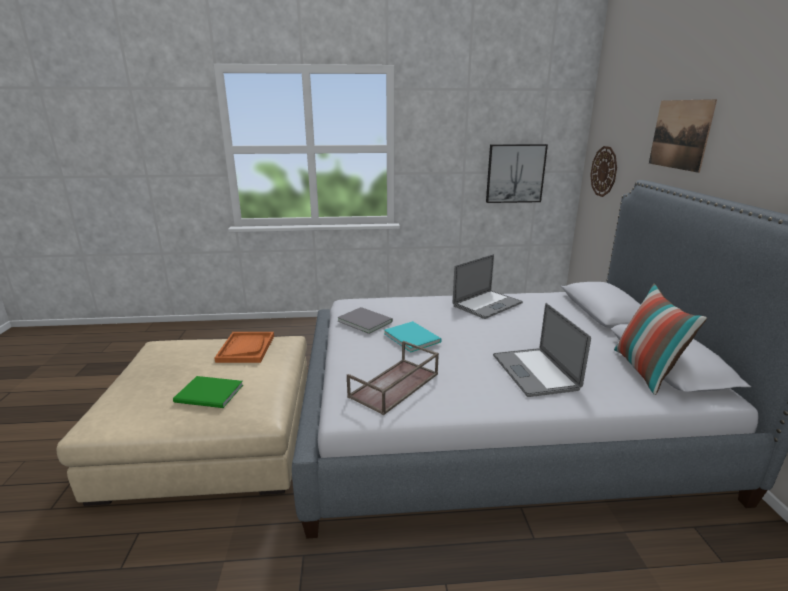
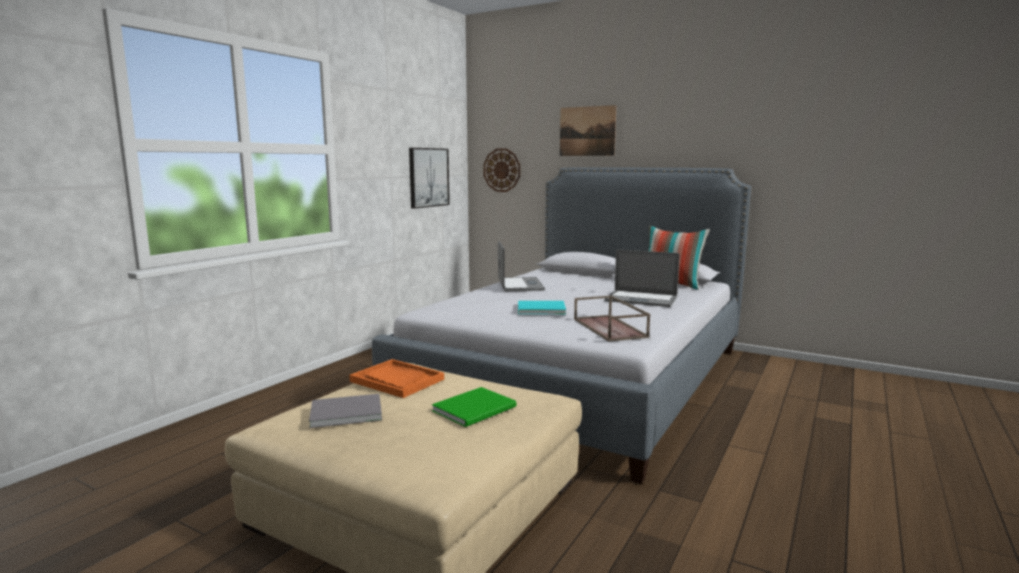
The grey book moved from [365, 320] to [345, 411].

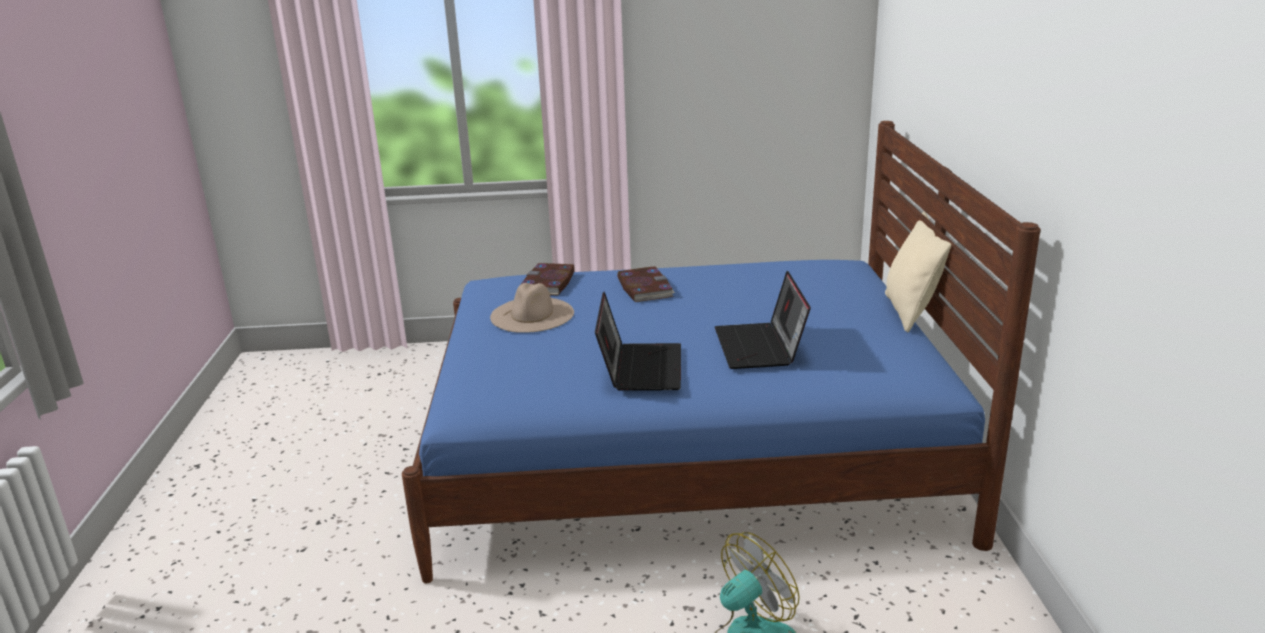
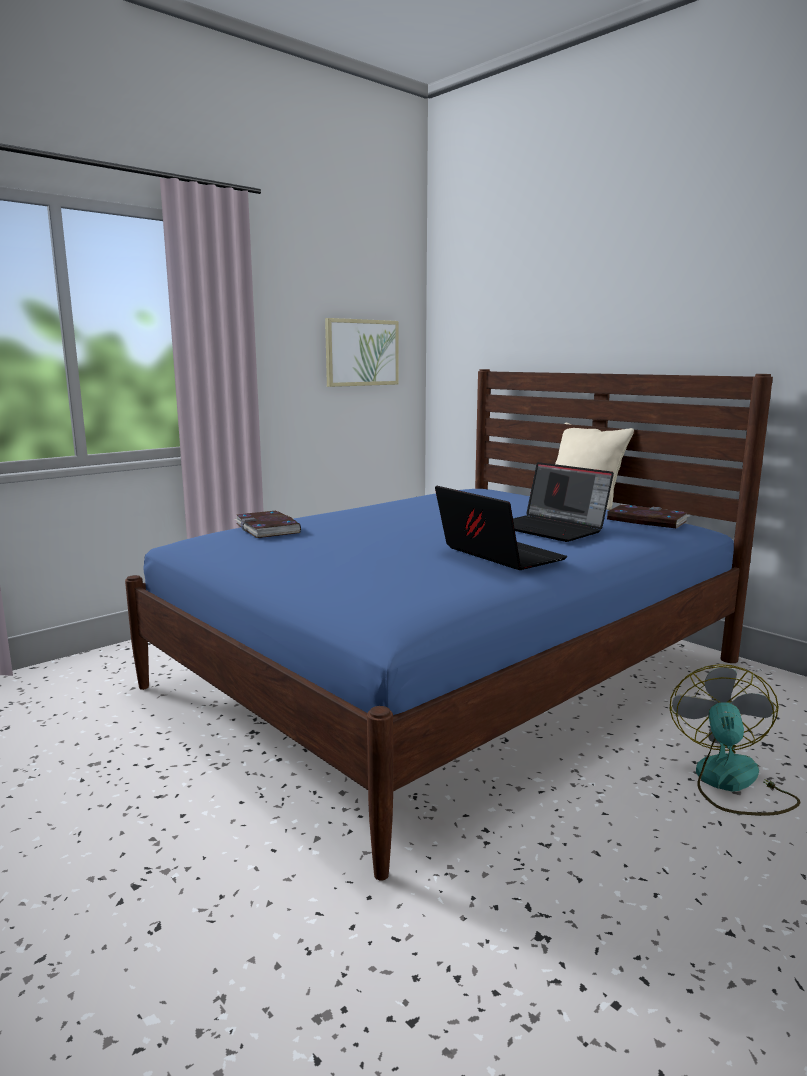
The book moved from [646, 284] to [648, 516]. The beige hat at [532, 308] disappeared. The picture at [362, 352] appeared.

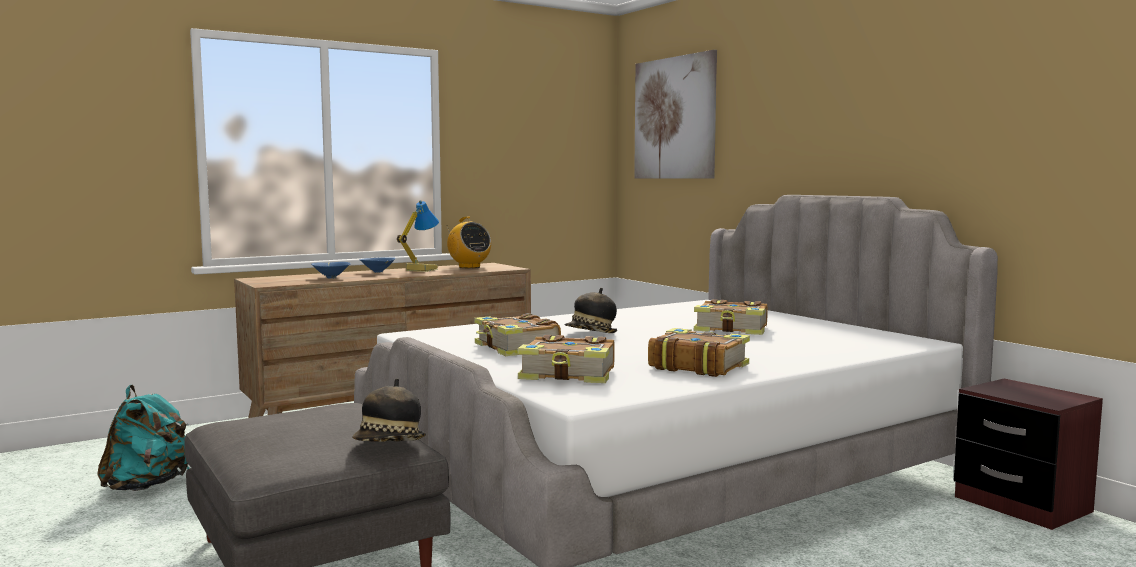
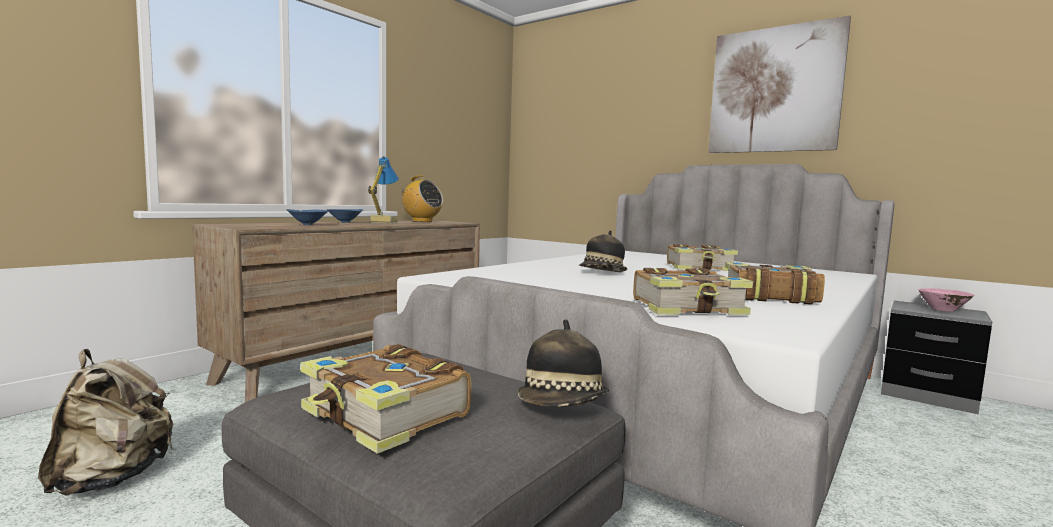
The picture moved from [675, 114] to [779, 84]. The book moved from [517, 334] to [385, 399]. The brown nightstand at [1028, 454] became the grey nightstand at [936, 357]. The turquoise backpack at [143, 438] became the beige backpack at [105, 422]. The pink bowl at [946, 300] appeared.

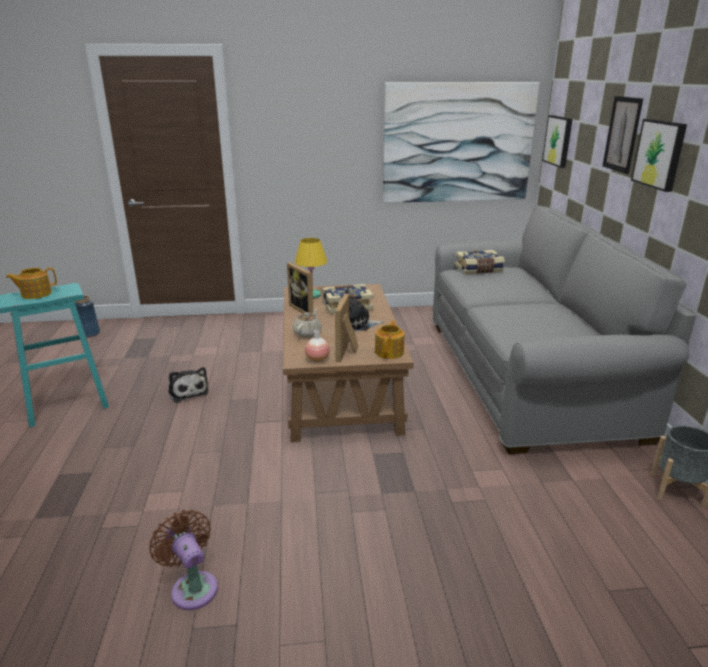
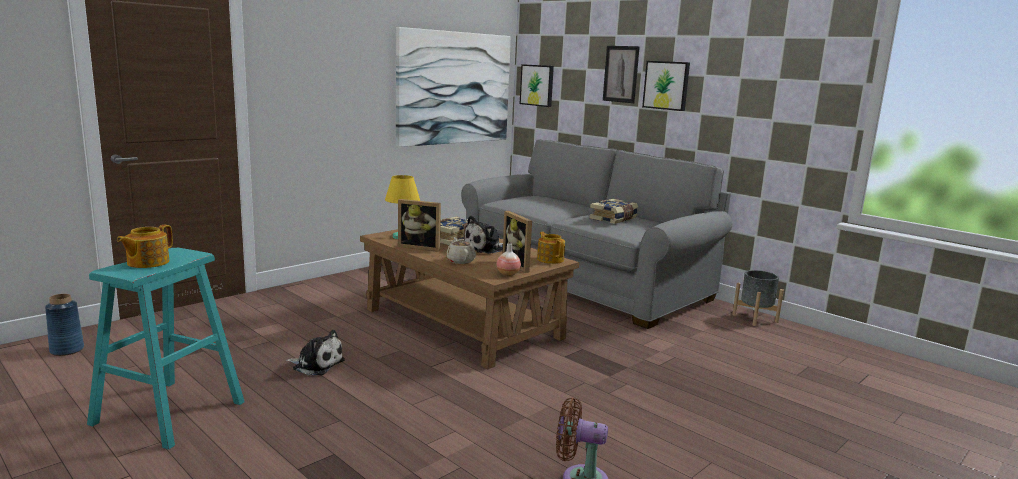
The book moved from [480, 262] to [613, 211].

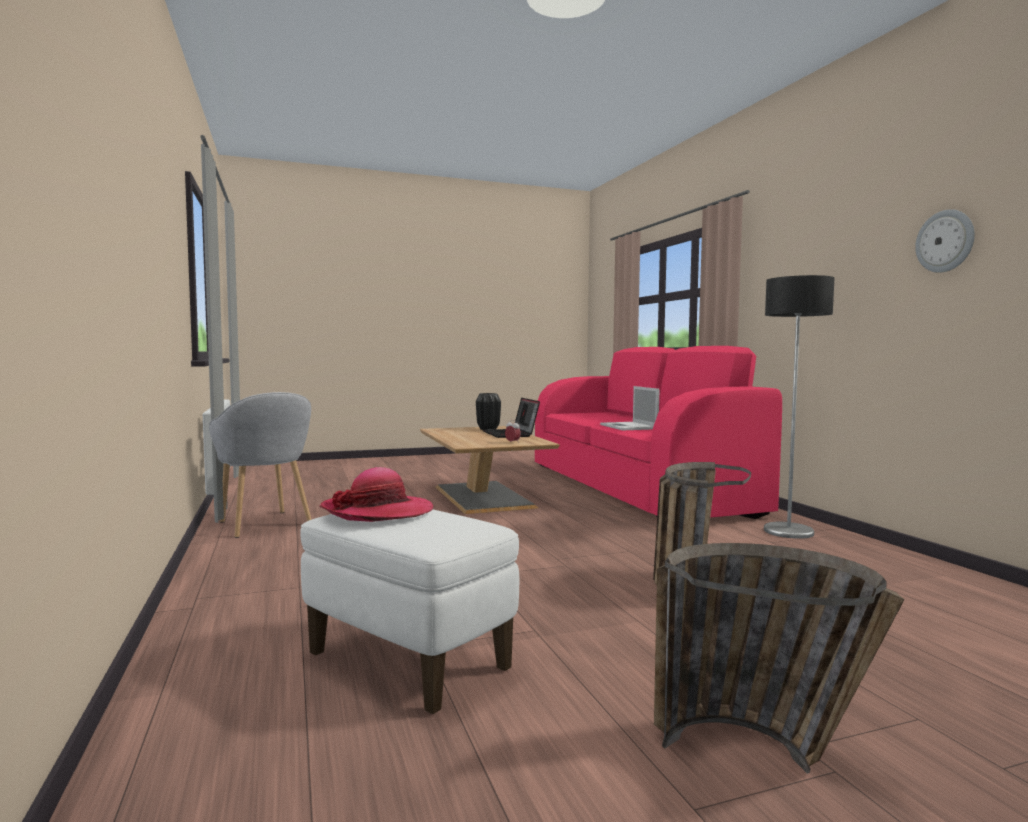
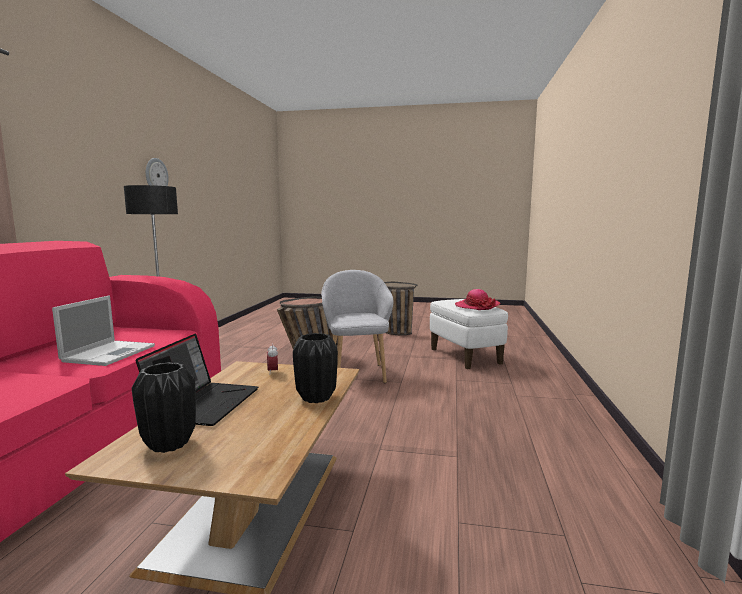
The grey armchair moved from [260, 465] to [357, 326]. The black vase at [315, 368] appeared.

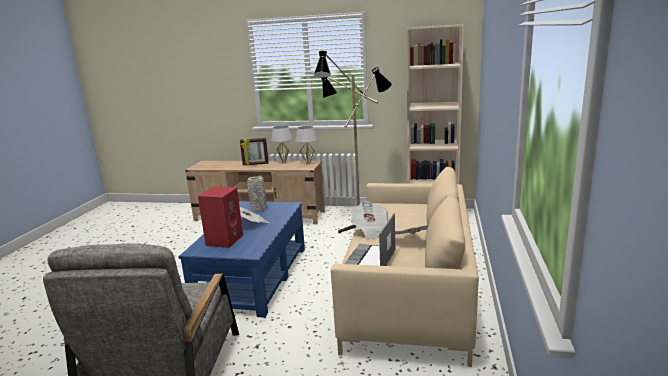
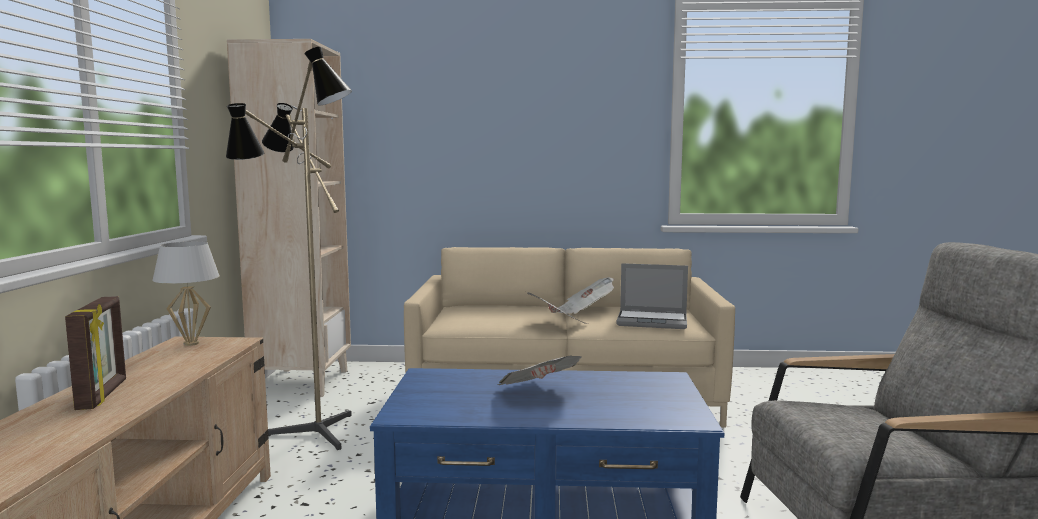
The white table lamp at [282, 144] disappeared. The grey vase at [257, 194] disappeared. The red speaker at [220, 217] disappeared.

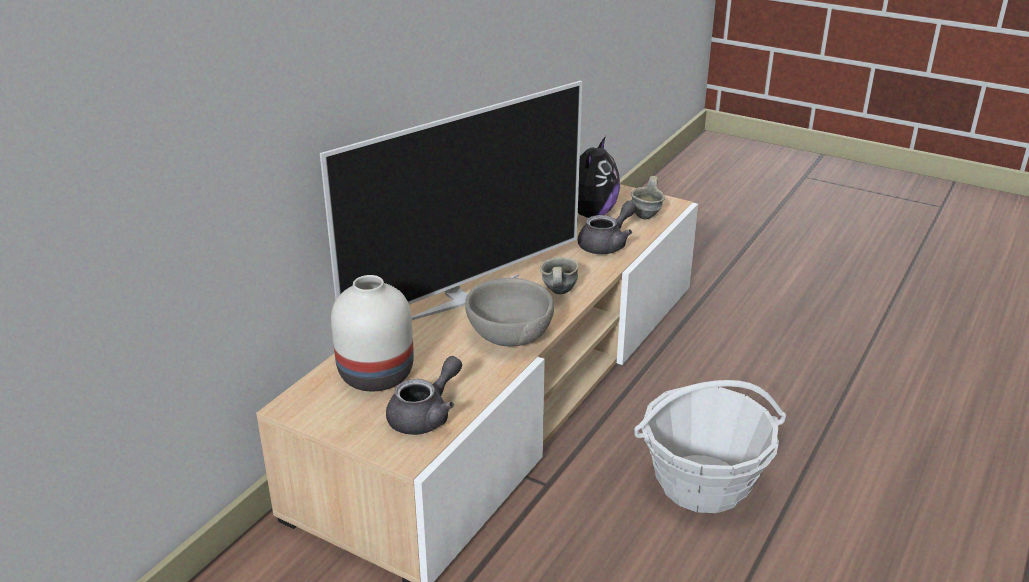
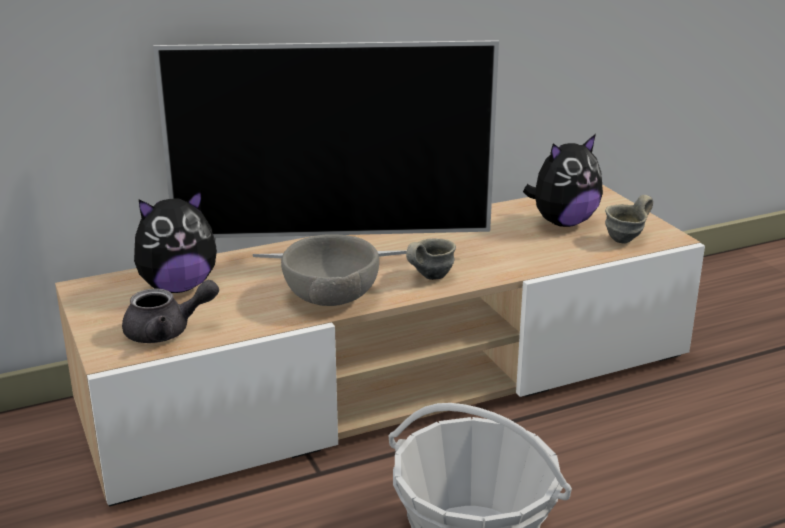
The grey teapot at [607, 227] disappeared. The white vase at [372, 333] was replaced by the plush toy at [175, 241].

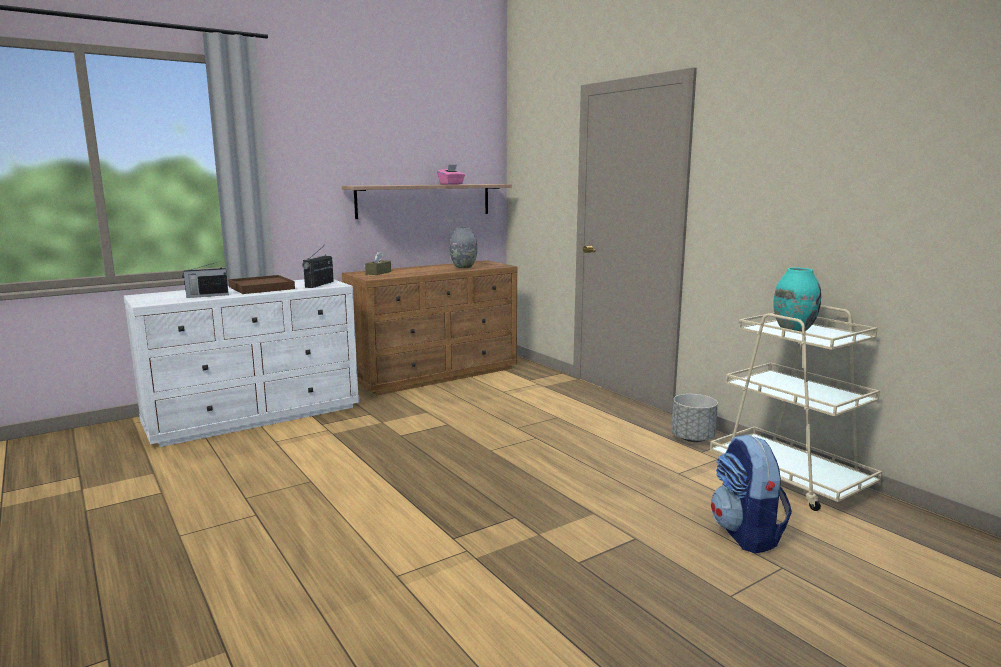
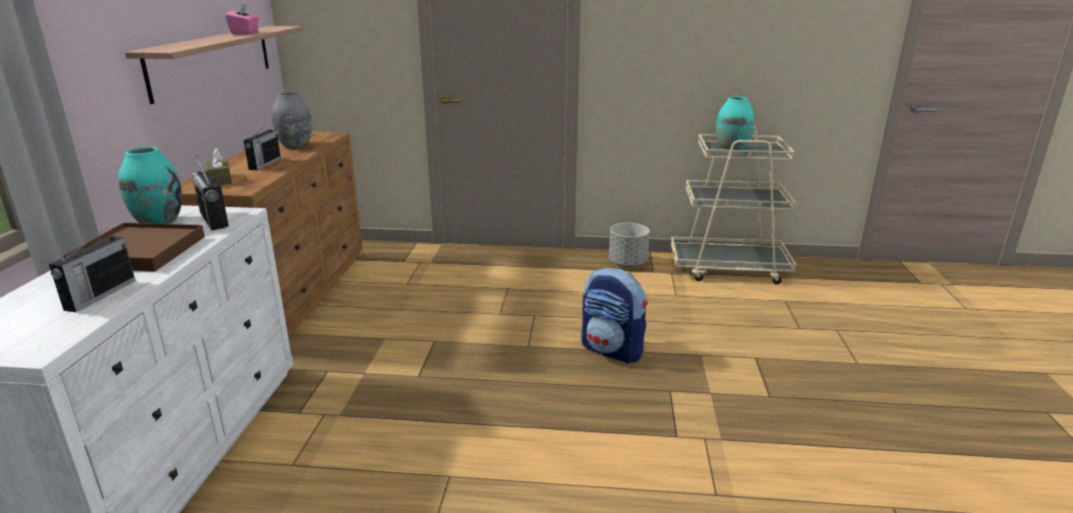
The backpack moved from [751, 493] to [614, 316]. The radio at [262, 146] appeared. The turquoise vase at [150, 185] appeared.

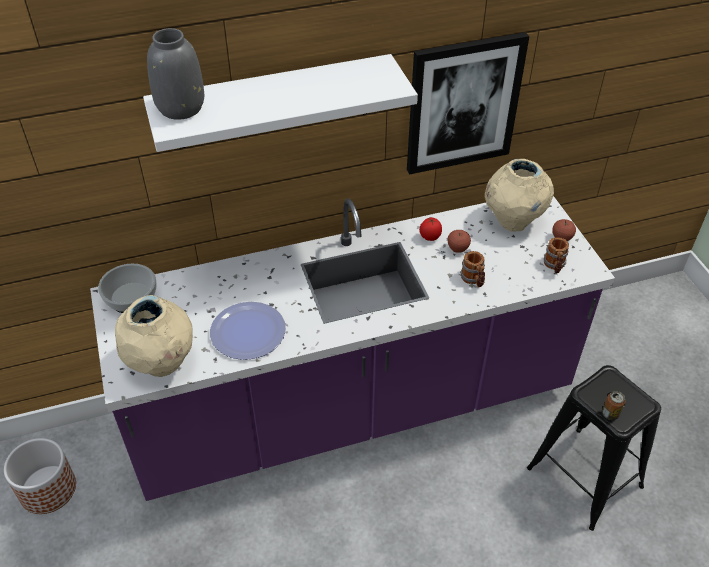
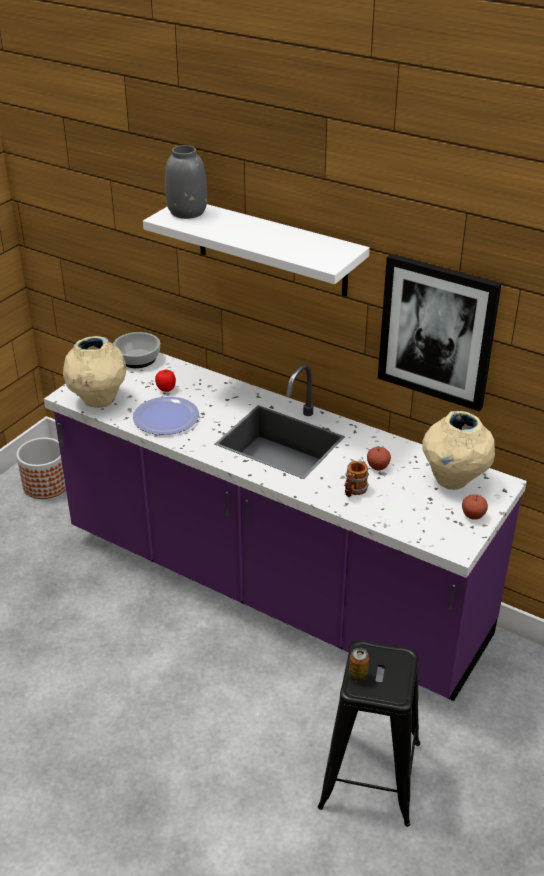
The tomato moved from [430, 229] to [165, 381]. The mug at [556, 255] disappeared.

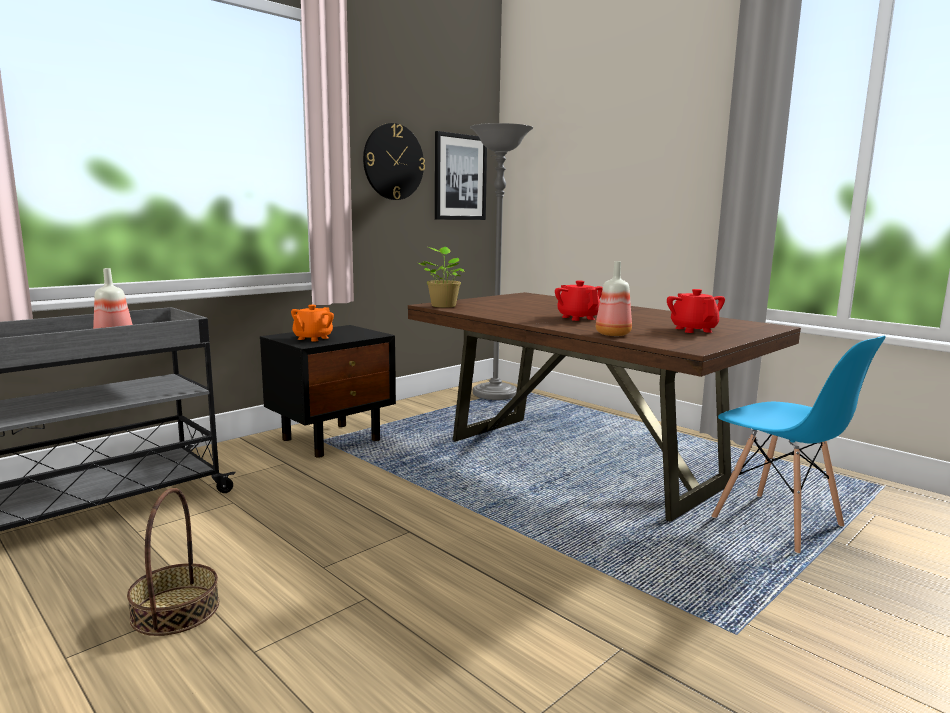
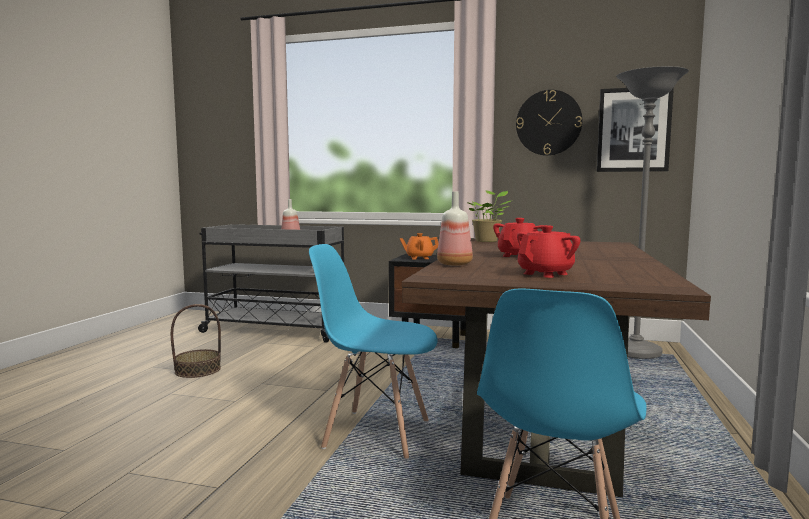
The blue chair at [373, 351] appeared.

